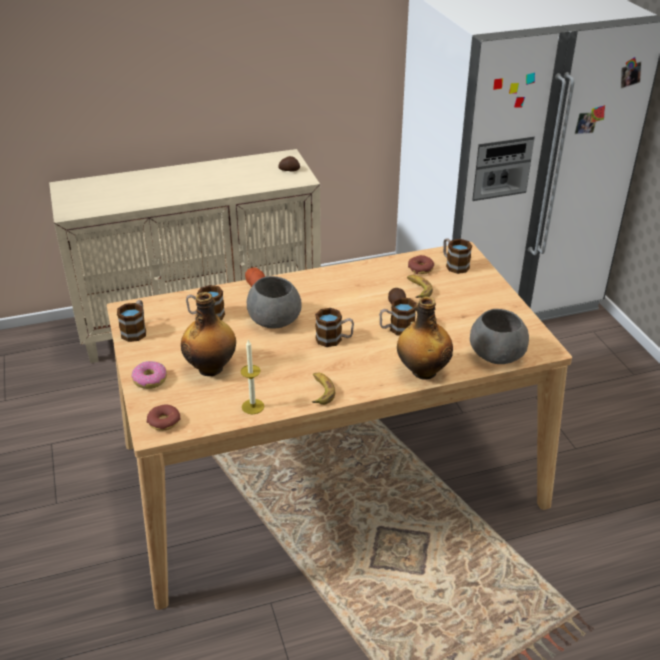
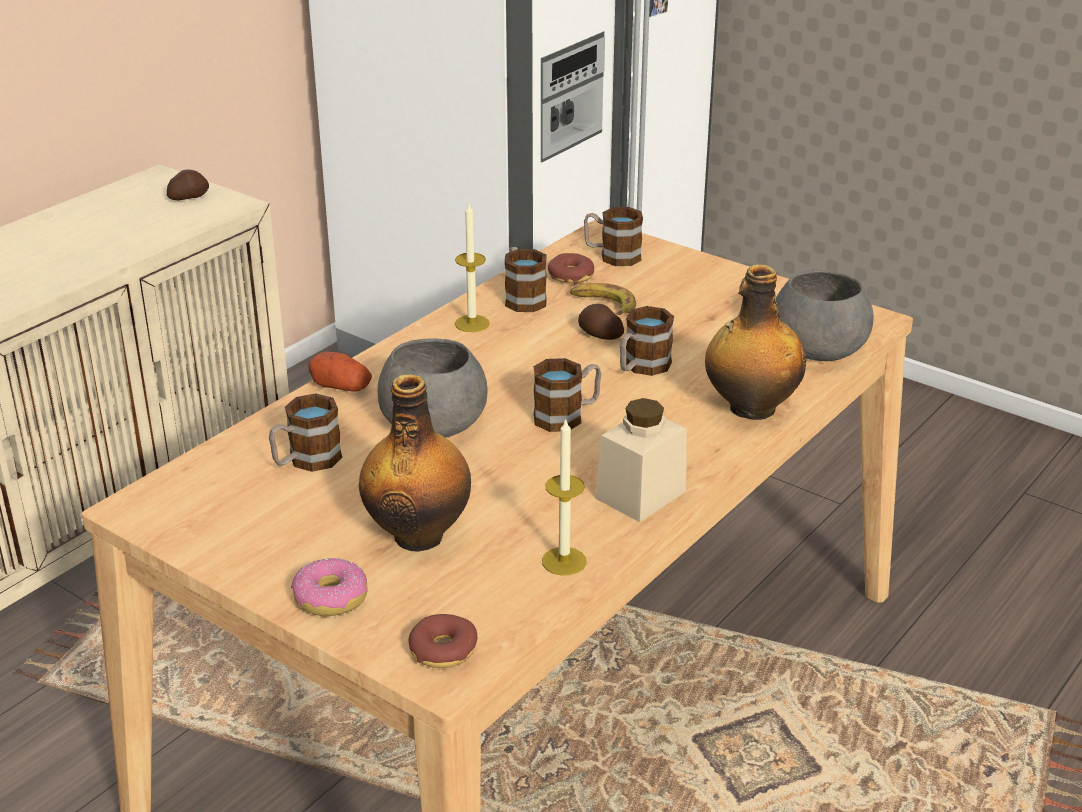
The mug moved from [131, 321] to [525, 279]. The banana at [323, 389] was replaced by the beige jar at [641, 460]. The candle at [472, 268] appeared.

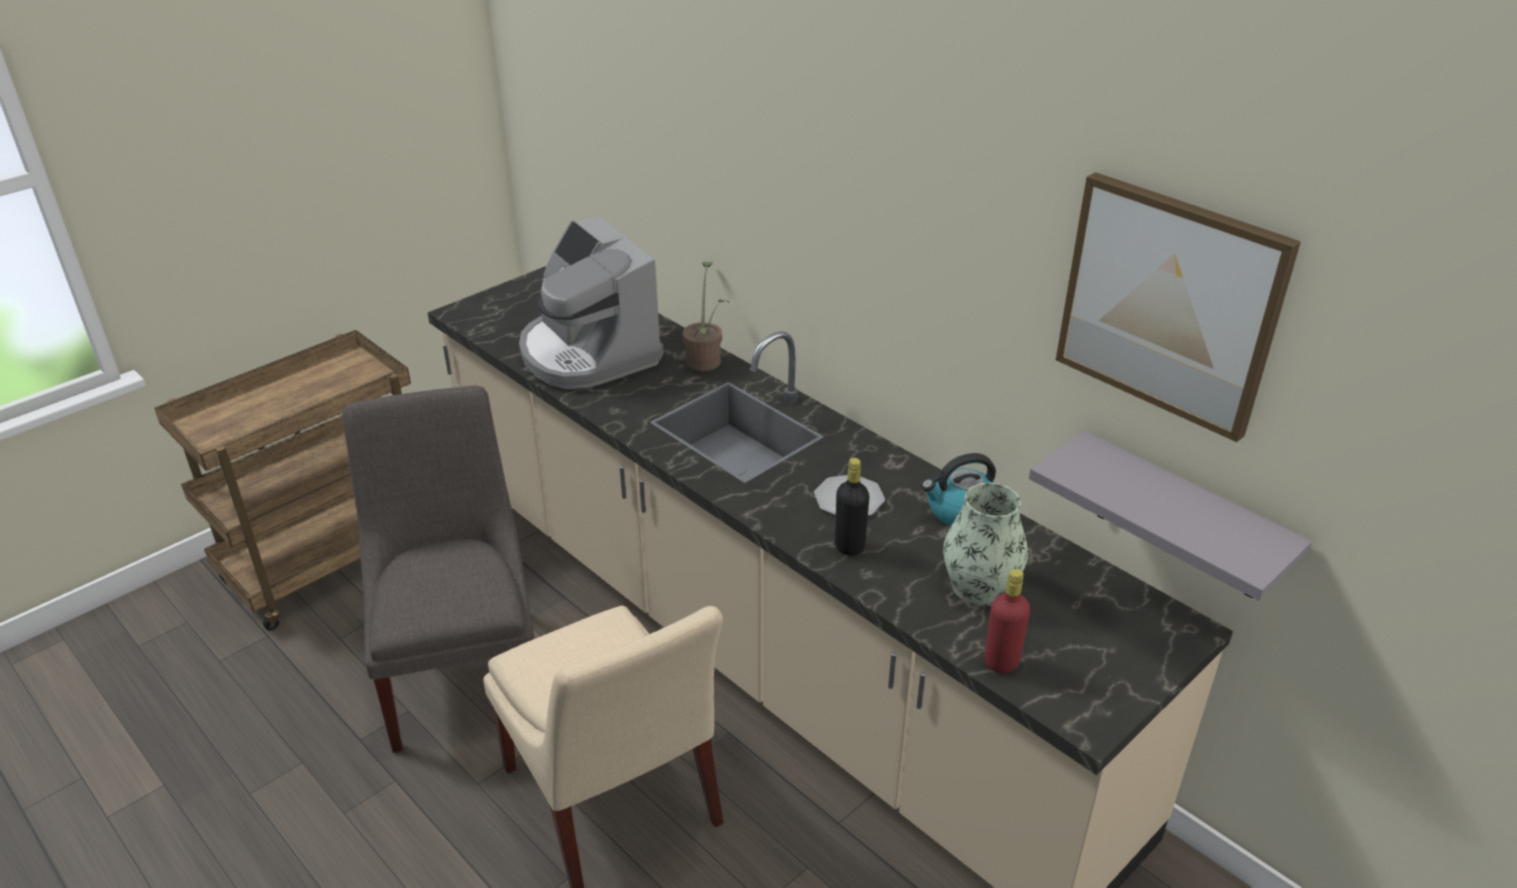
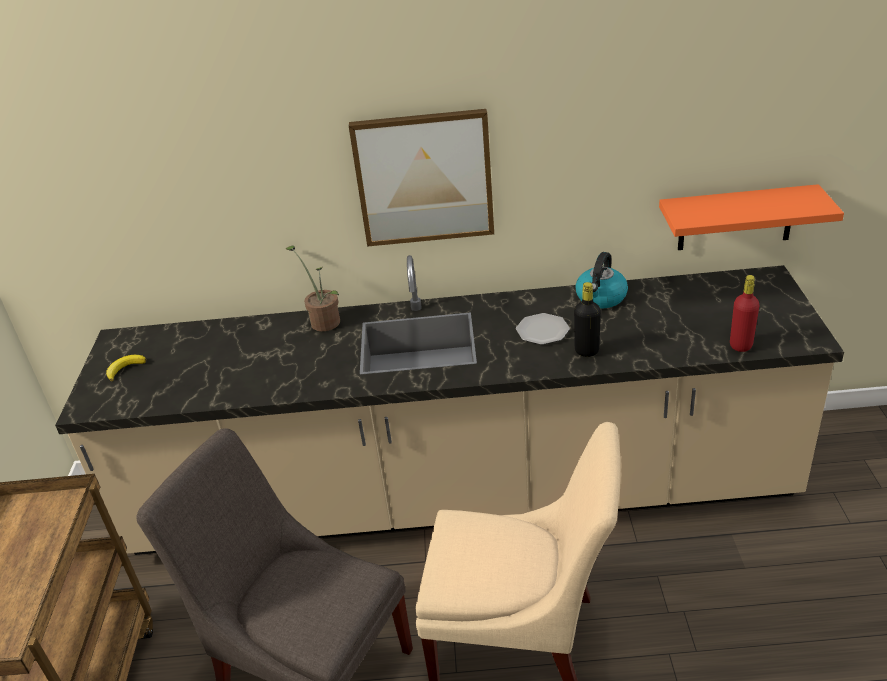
The picture moved from [1178, 307] to [421, 178]. The coffee machine at [591, 302] disappeared. The grey shelf at [1170, 516] became the orange shelf at [751, 217]. The vase at [985, 544] disappeared. The banana at [126, 368] appeared.

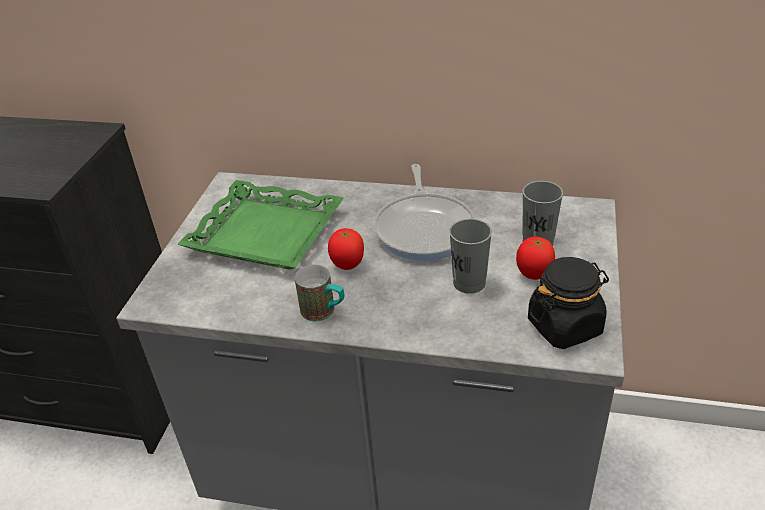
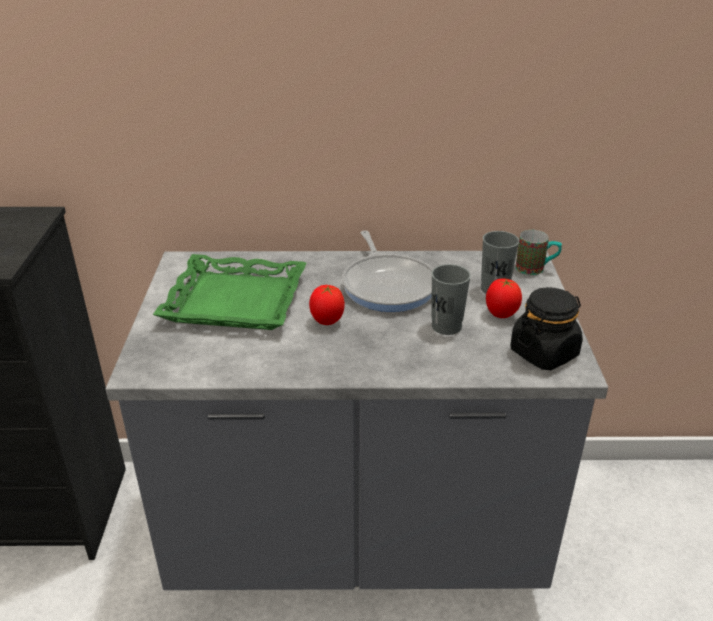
The mug moved from [320, 292] to [538, 252].

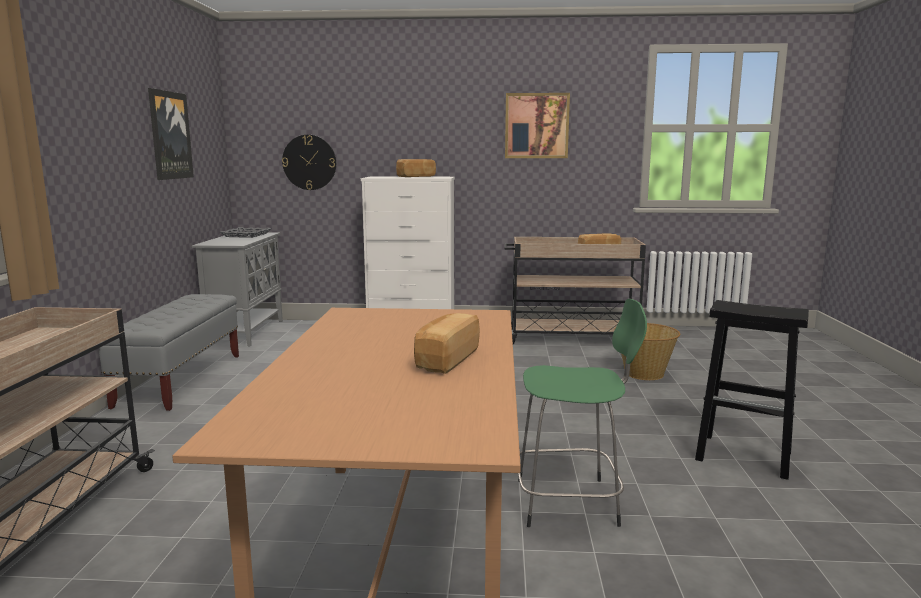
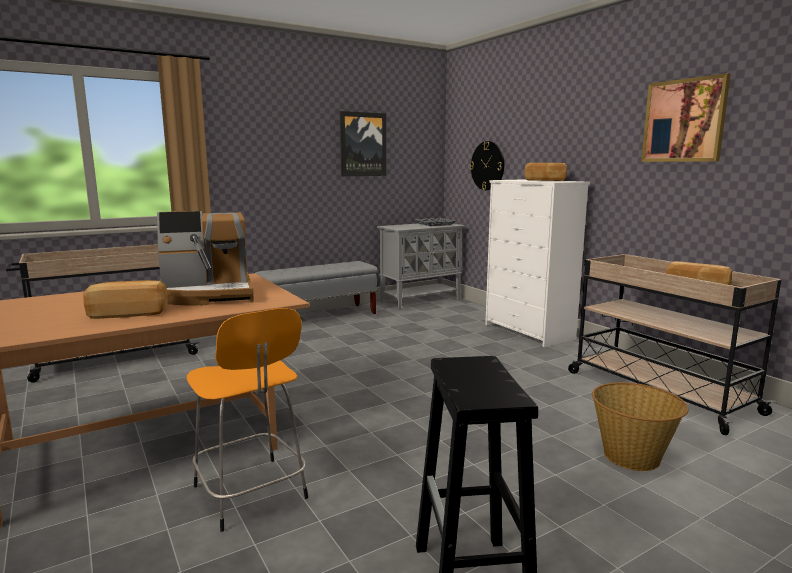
The green stool at [582, 413] became the orange stool at [247, 420]. The coffee machine at [205, 258] appeared.

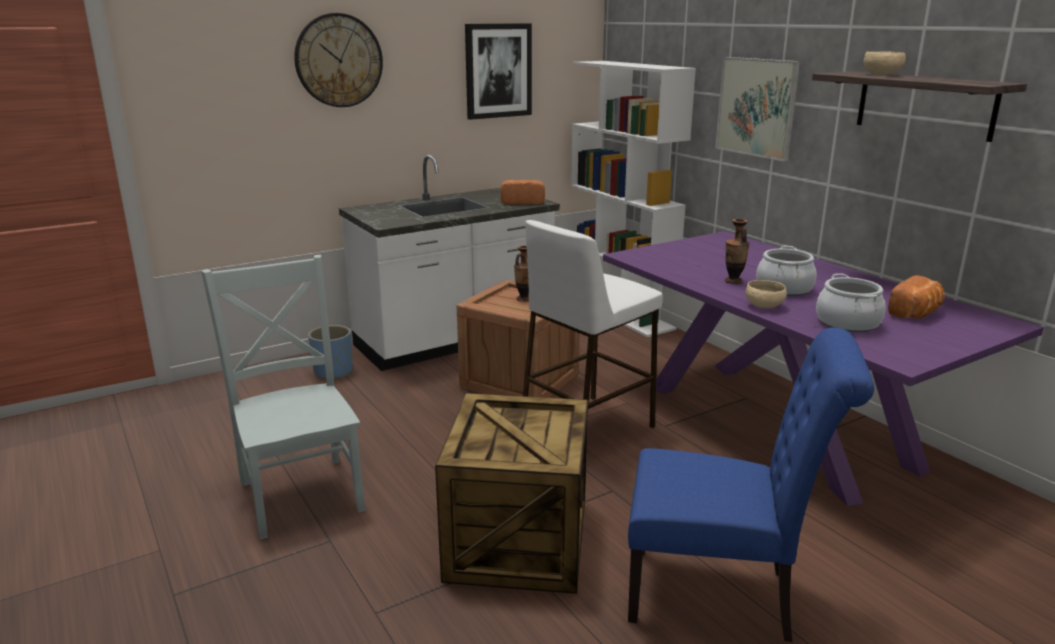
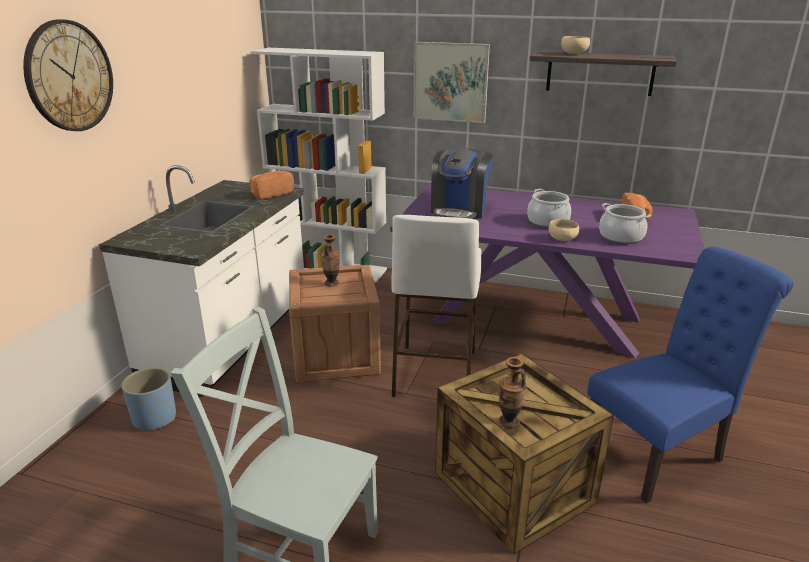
The picture at [498, 71] disappeared. The vase moved from [737, 251] to [513, 393]. The coffee machine at [462, 183] appeared.

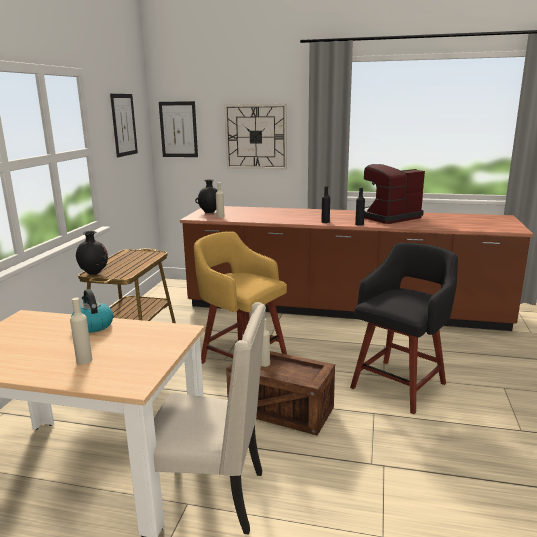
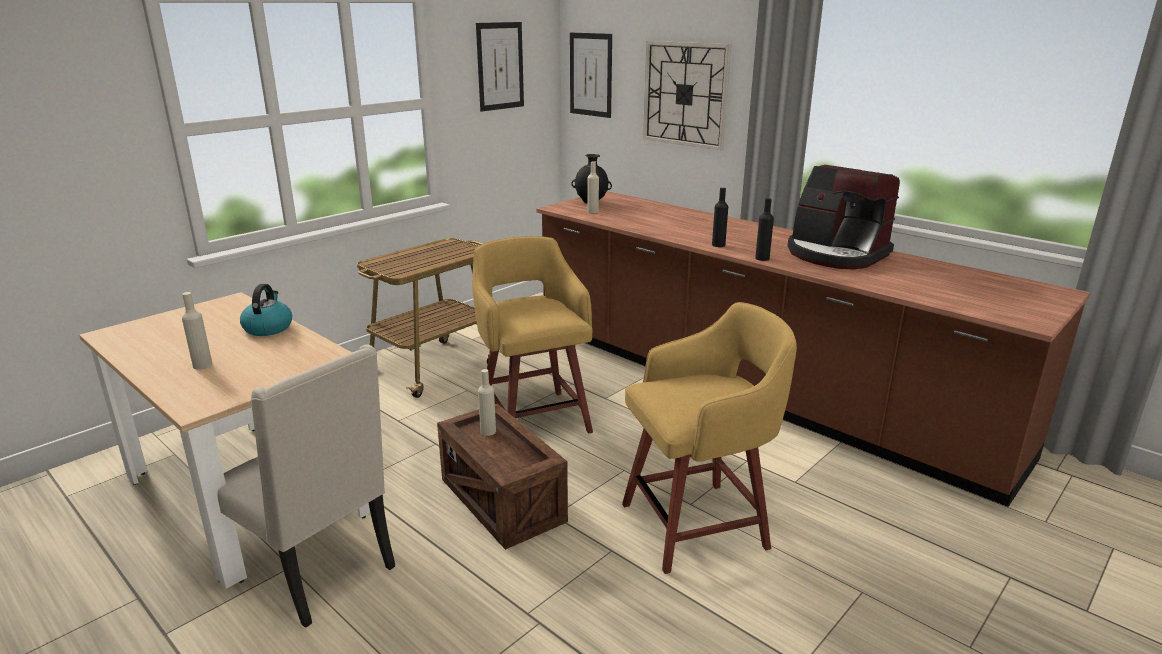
The coffee machine at [394, 194] turned 135 degrees counterclockwise. The black vase at [92, 253] disappeared. The black stool at [404, 328] became the yellow stool at [709, 438].

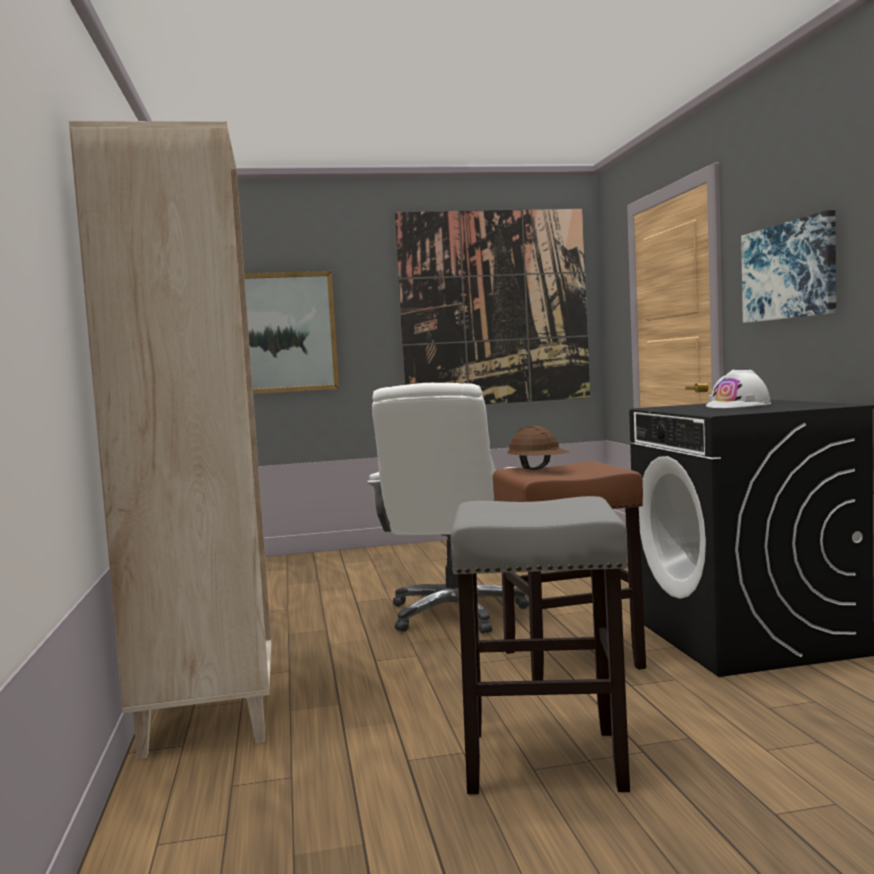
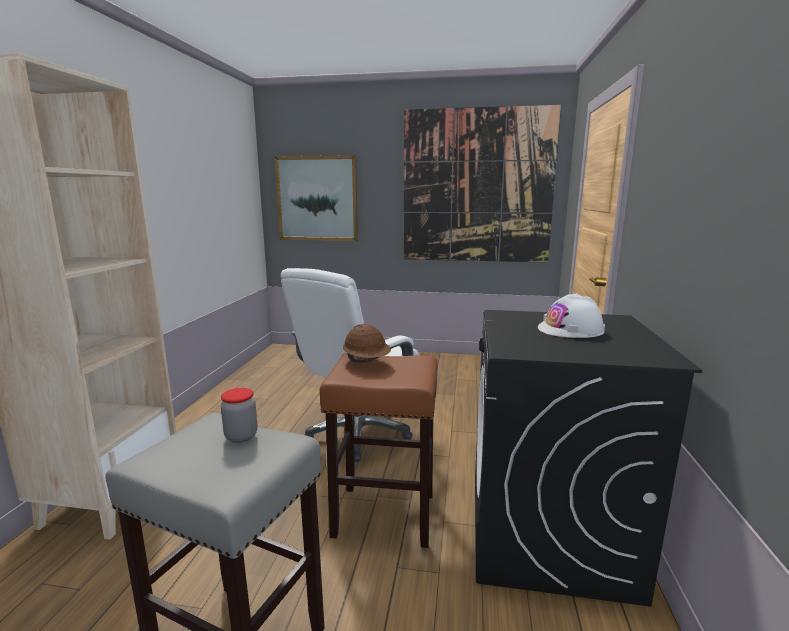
The picture at [788, 266] disappeared. The jar at [239, 415] appeared.

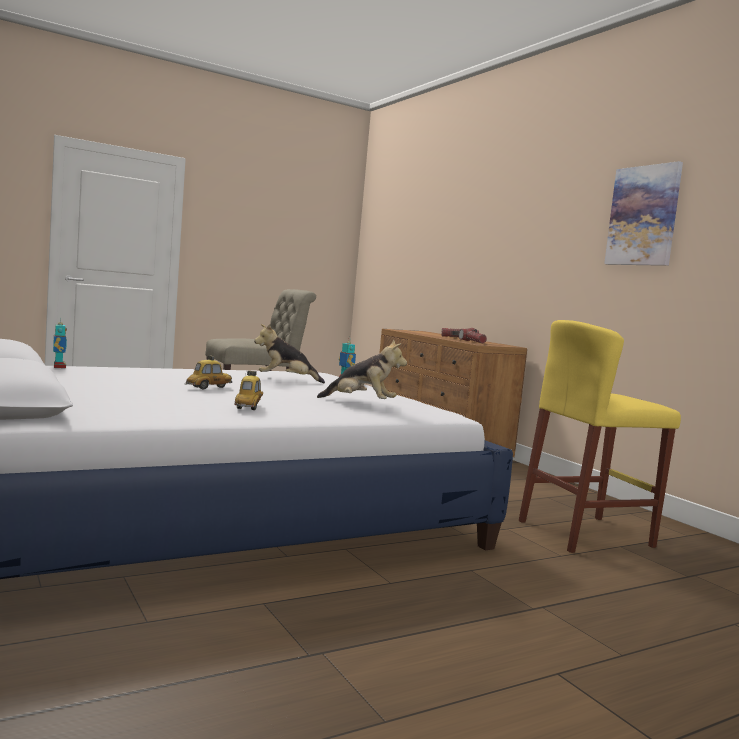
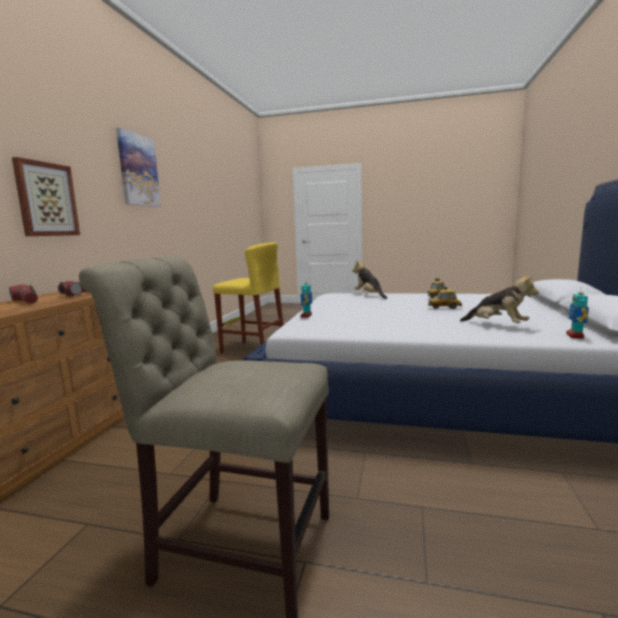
The plush toy moved from [289, 353] to [499, 298]. The picture at [46, 196] appeared.

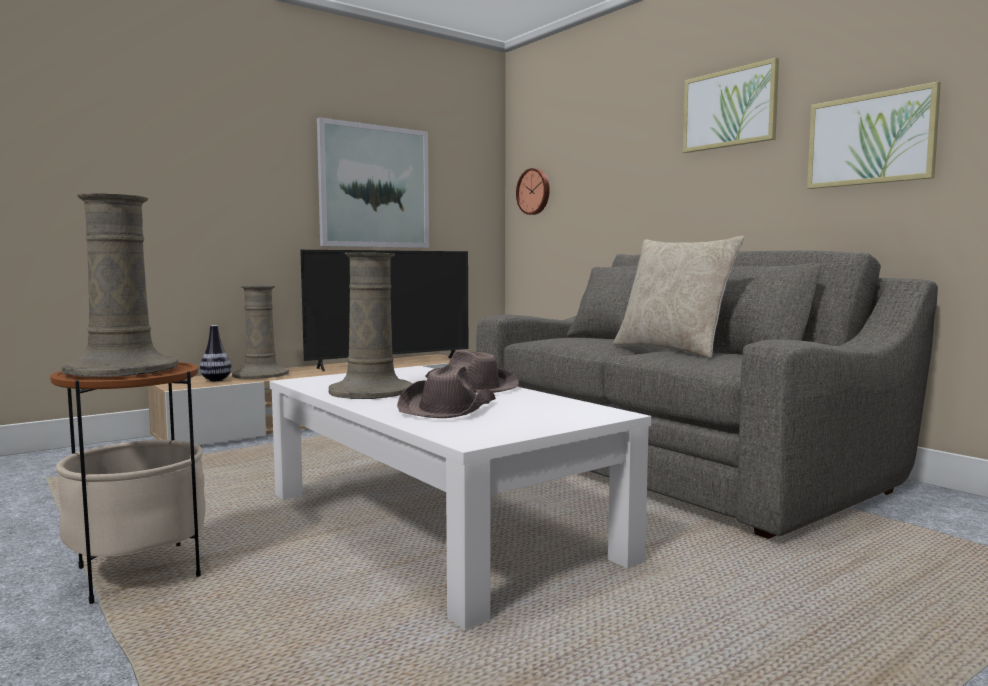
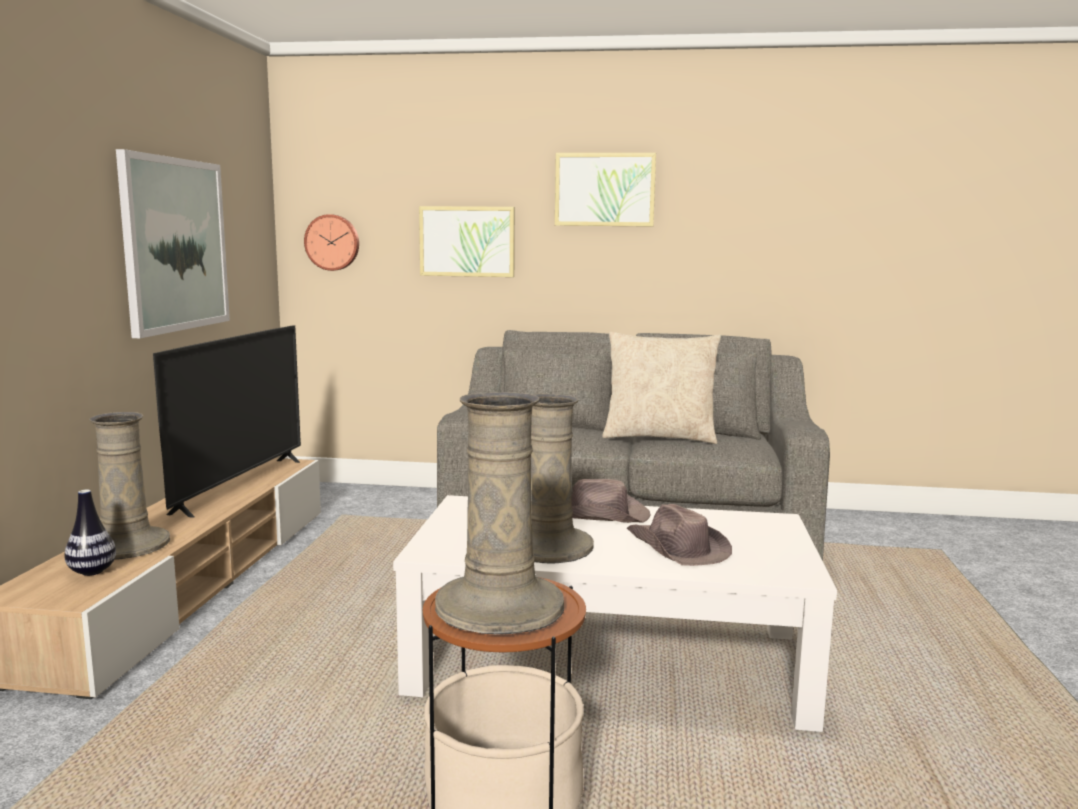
The picture moved from [874, 135] to [467, 241].

